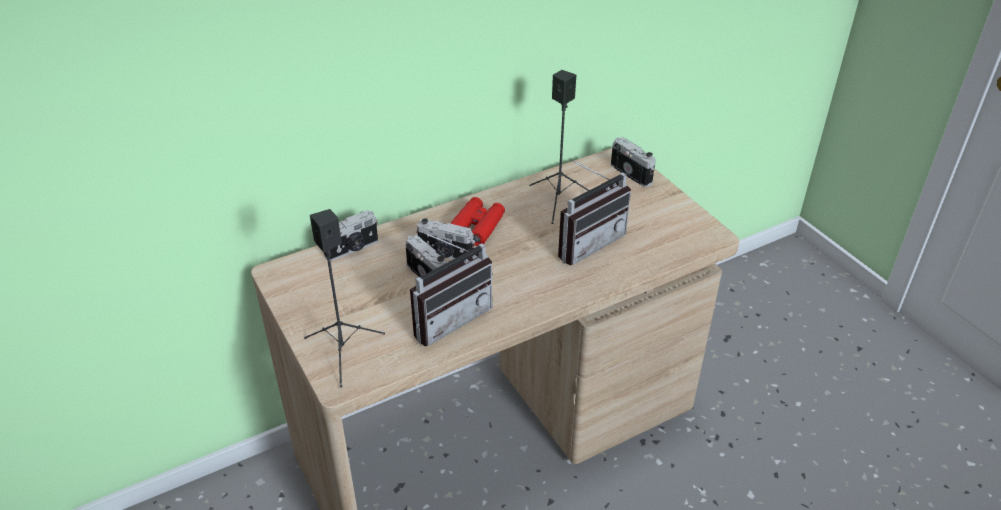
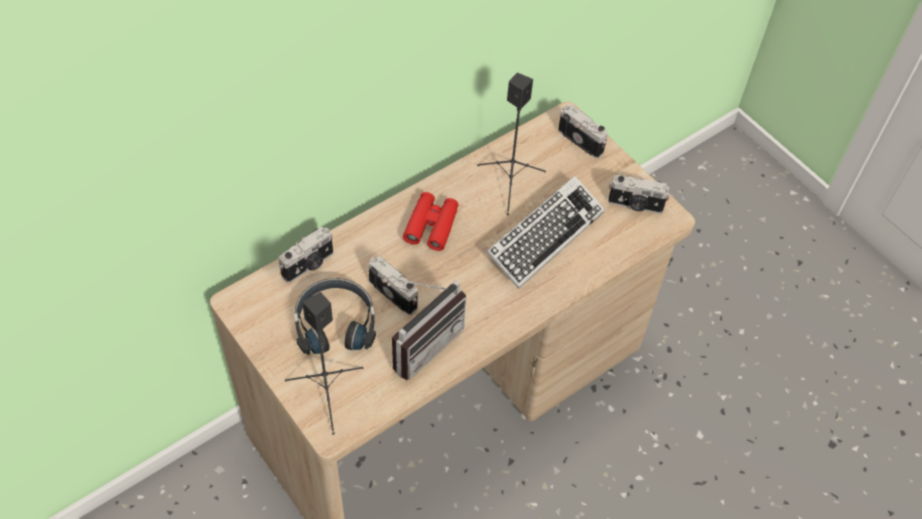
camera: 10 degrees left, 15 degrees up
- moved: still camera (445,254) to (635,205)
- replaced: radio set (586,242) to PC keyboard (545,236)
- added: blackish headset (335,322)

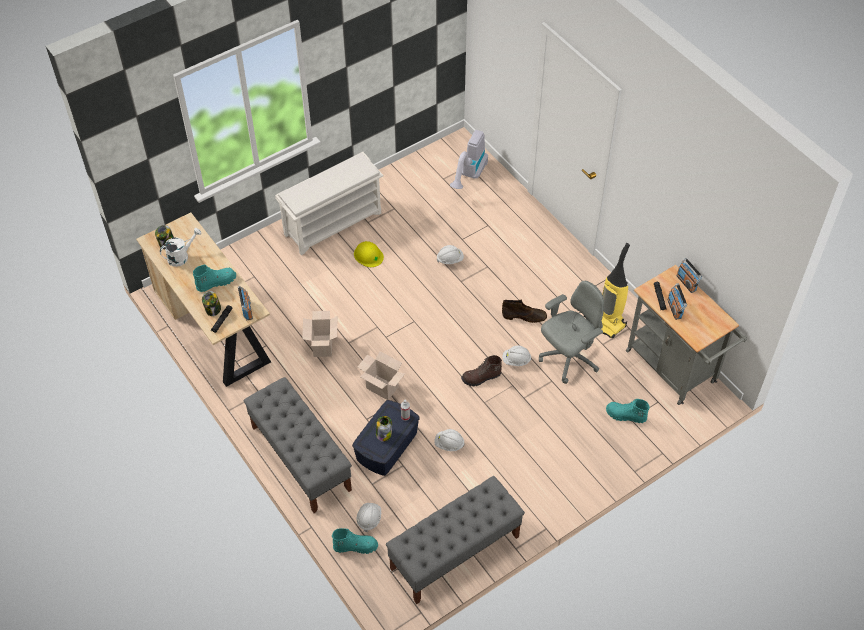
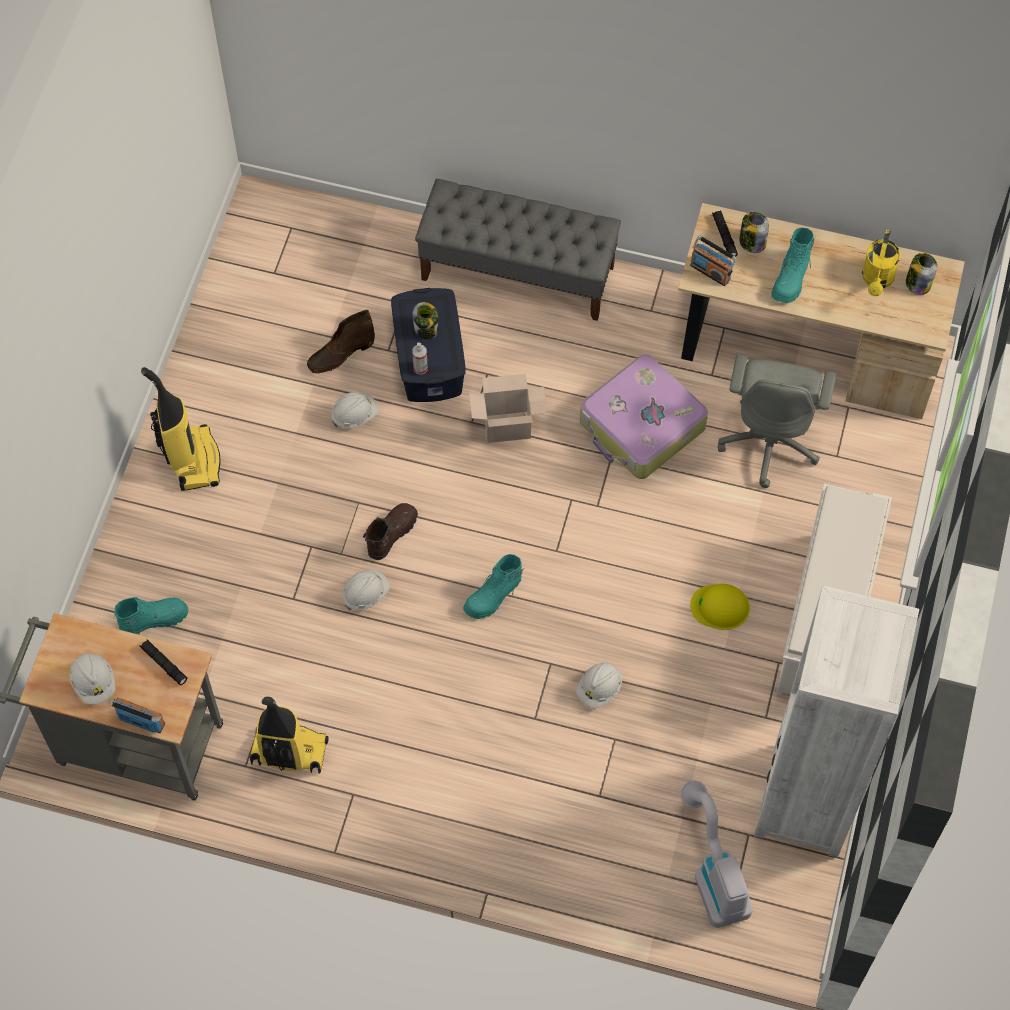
camera: 140 degrees right, 10 degrees up
- recoloured: whitish watering pot (181,256) to yellow-coloured watering pot (877,280)
- replaced: carton (322,345) to suitcase (641,426)
- moved: blue-green high-top boot (355,546) to (494,596)
- moved: whitish safety helmet (369,519) to (94,683)
- removed: greyish long seat (454,553)
- moved: brownish high-top boot (524,316) to (340,354)
- moved: greyish desk chair (568,358) to (770,441)
- removed: radio set (674,309)
- added: vacuum (193,459)
- added: whitish shelving unit (806,800)

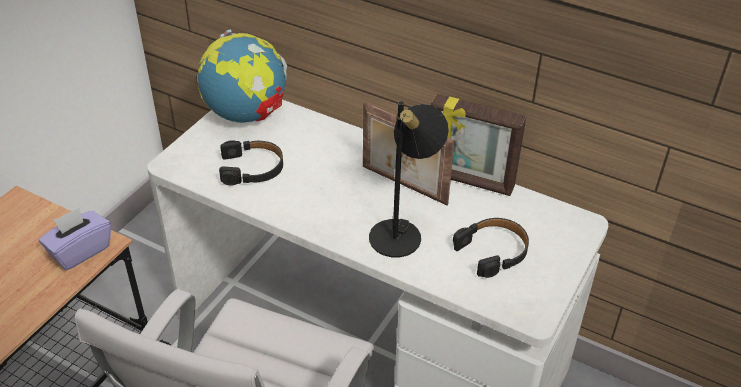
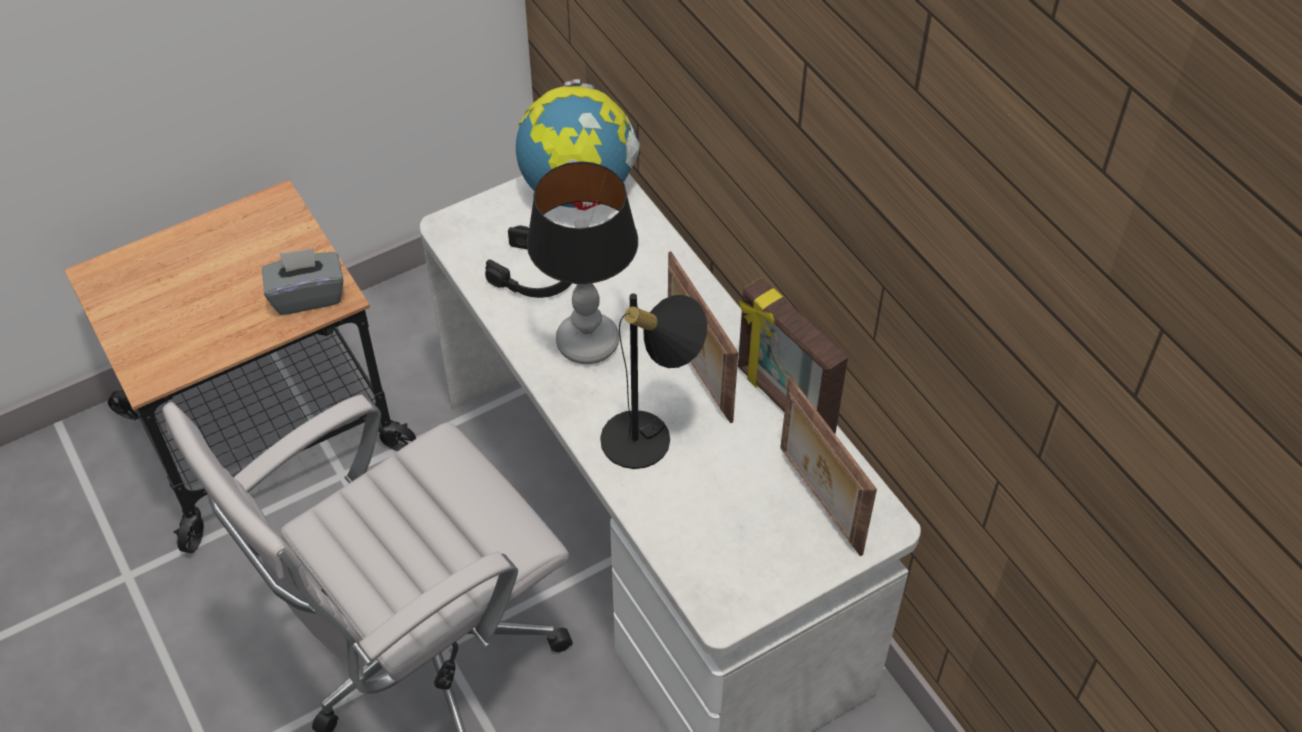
camera: 30 degrees right, 10 degrees up
- recoloured: purplish tissue box (80,251) to greyish tissue box (307,295)
- removed: blackish headset (493,251)
- added: lamp for a table (586,343)
- added: picture frame (818,501)

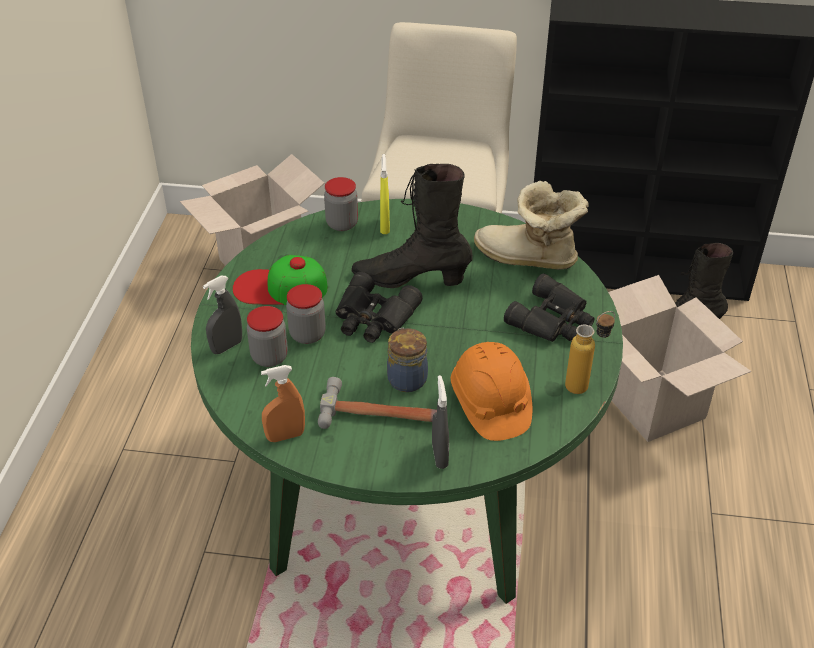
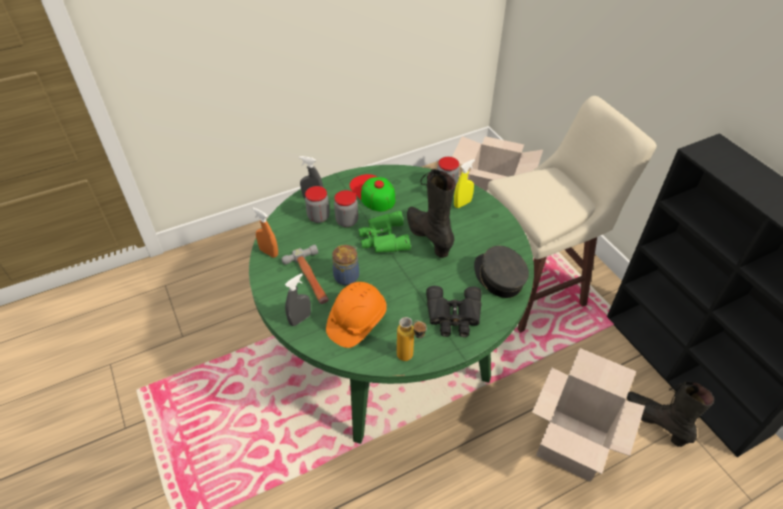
camera: 55 degrees right, 5 degrees up
- recoloured: blackish binoculars (373,318) to greenish binoculars (383,238)
- replaced: high-top boot (527,259) to greyish peaked cap (498,277)

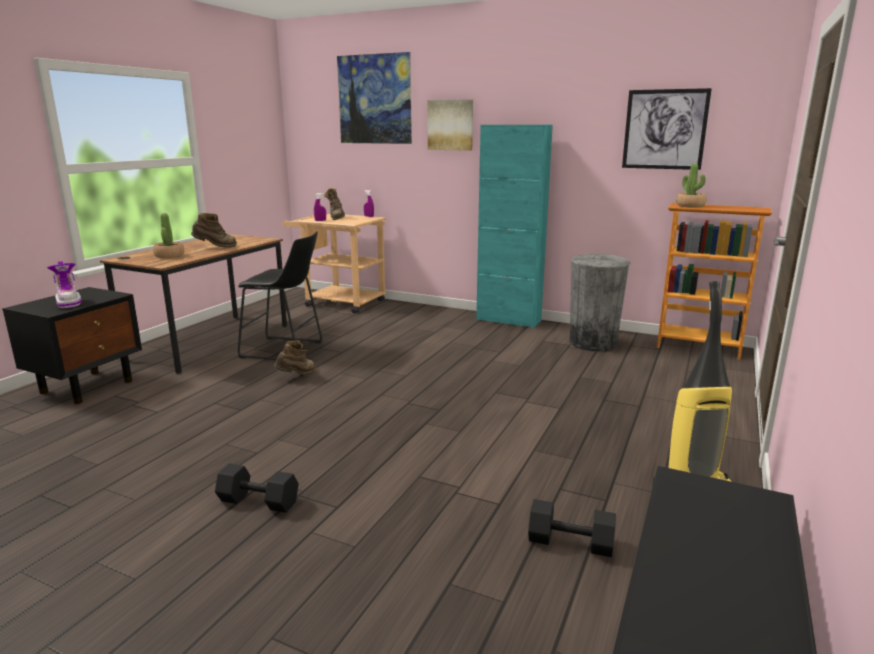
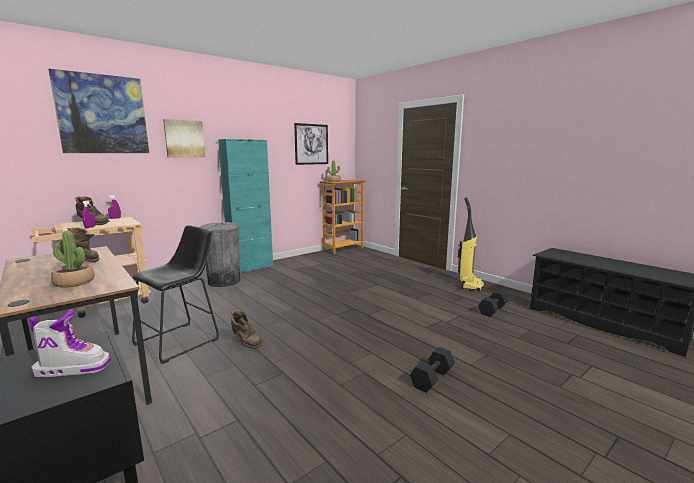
camera: 65 degrees left, 5 degrees down
- turned: brownish high-top boot (297,376) = (245,342) 150 degrees clockwise
- moved: greyish waste bin (593,343) to (224,281)

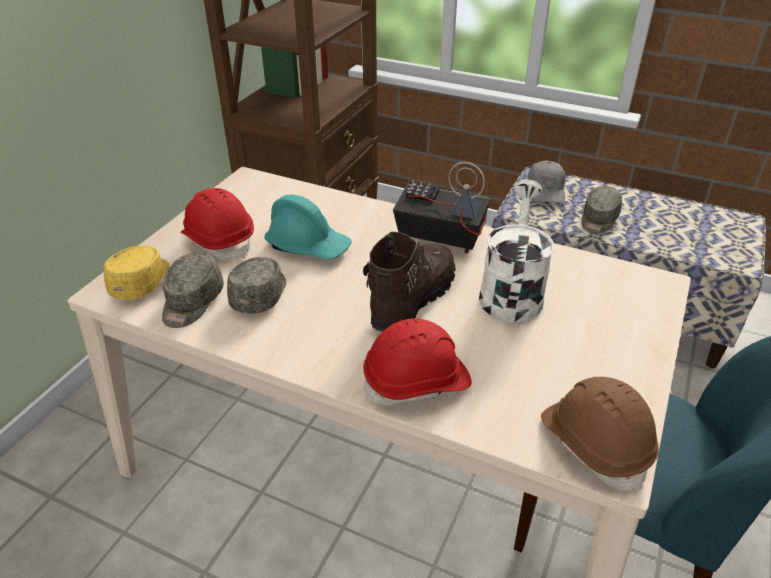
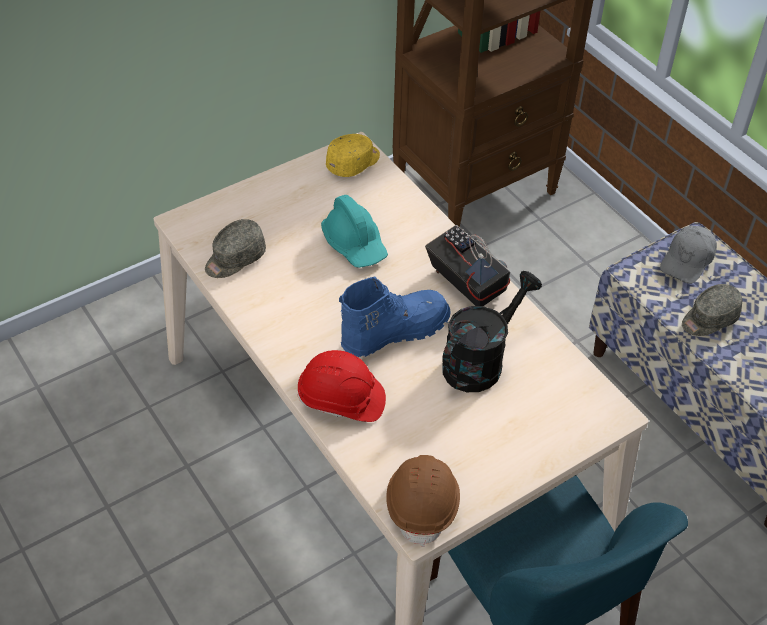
camera: 30 degrees right, 10 degrees up
- moved: yellow-coloured peaked cap (142,281) to (354,163)
- removed: red-coloured safety helmet (219,240)
- removed: greyish peaked cap (260,294)
- recoloured: brownish high-top boot (411,299) to blue-coloured high-top boot (394,331)
- recoloured: whitish watering pot (511,290) to blackish watering pot (480,361)

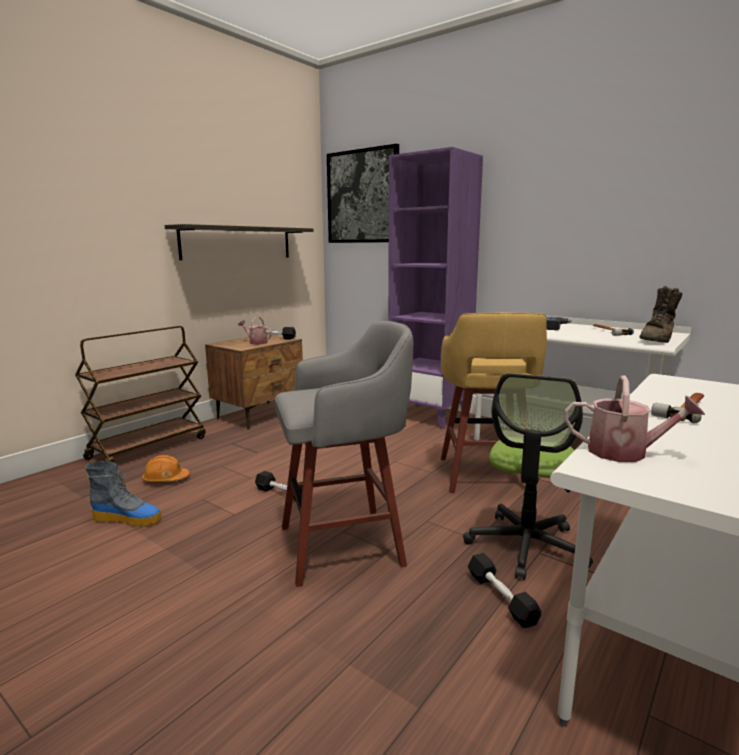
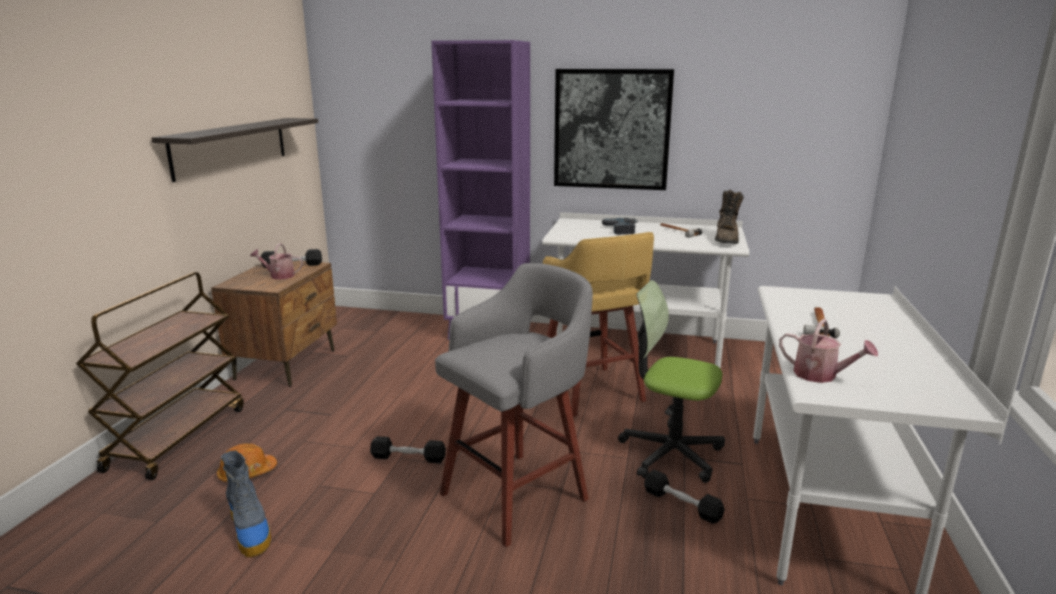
camera: 25 degrees left, 5 degrees up
- turned: high-top boot (128,519) = (250,531) 75 degrees clockwise
- moved: wall art (362,197) to (611,129)
- turned: desk chair (526,546) = (670,453) 120 degrees clockwise
- turned: watering pot (625,452) = (821,375) 45 degrees clockwise

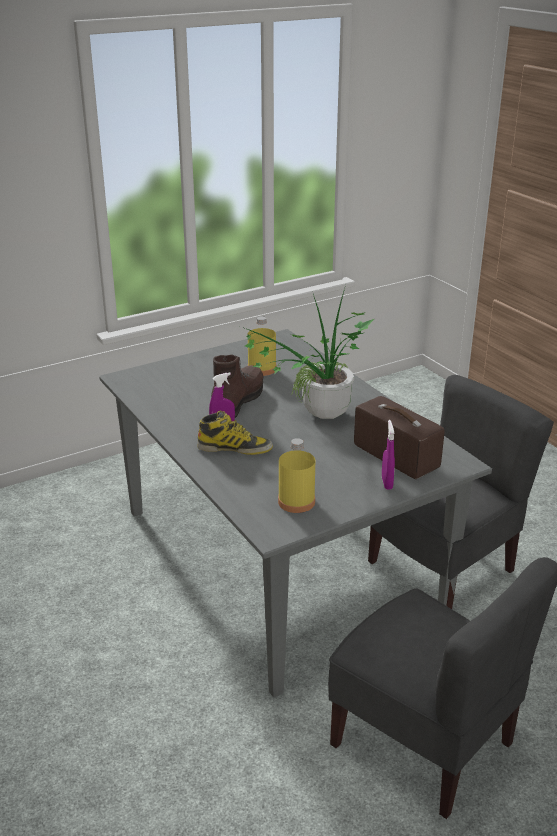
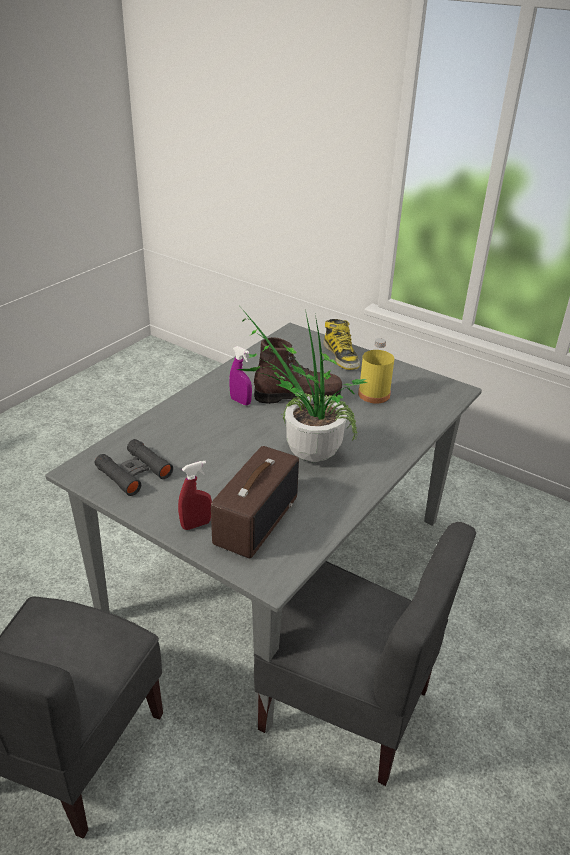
camera: 65 degrees right, 5 degrees up
- moved: high-top boot (235,448) to (341,356)
- replaced: yellow-coloured bottle (296,502) to blackish binoculars (134,472)
- recoloured: purplish hand sprayer (387,483) to red-coloured hand sprayer (196,524)

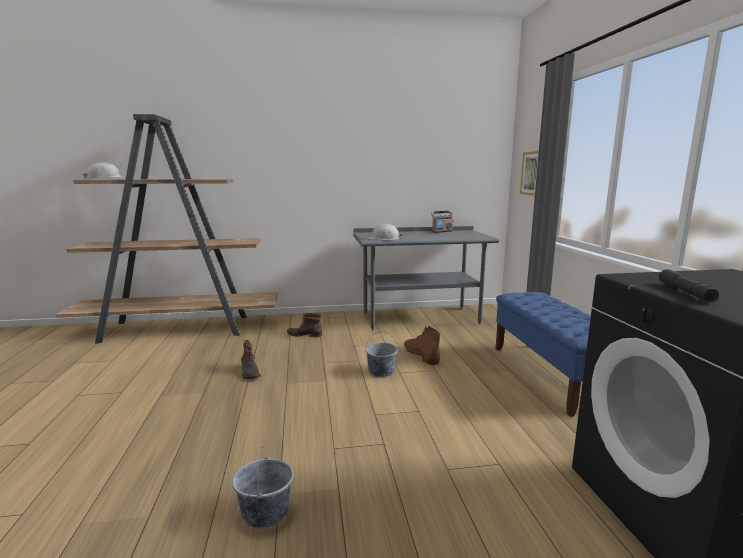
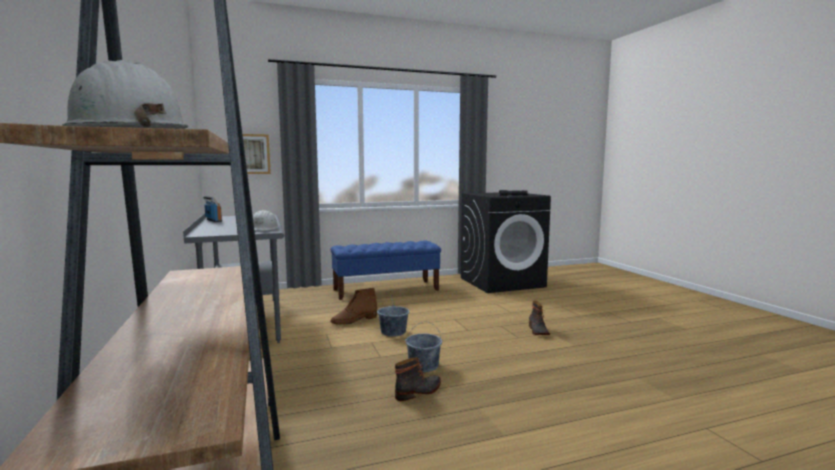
camera: 100 degrees left, 5 degrees down
- moved: greyish bucket (265,512) to (424,366)
- moved: high-top boot (304,334) to (537,331)

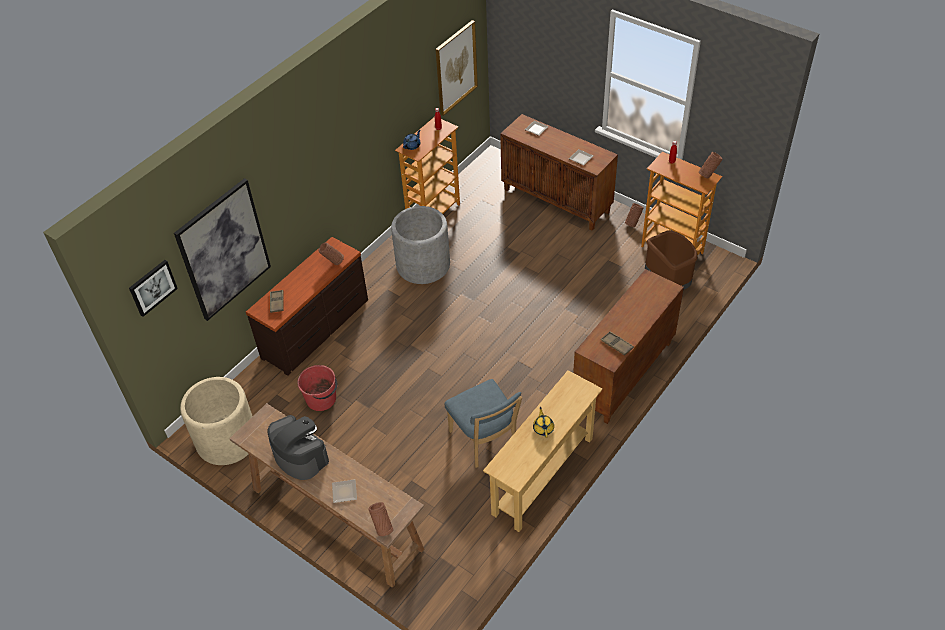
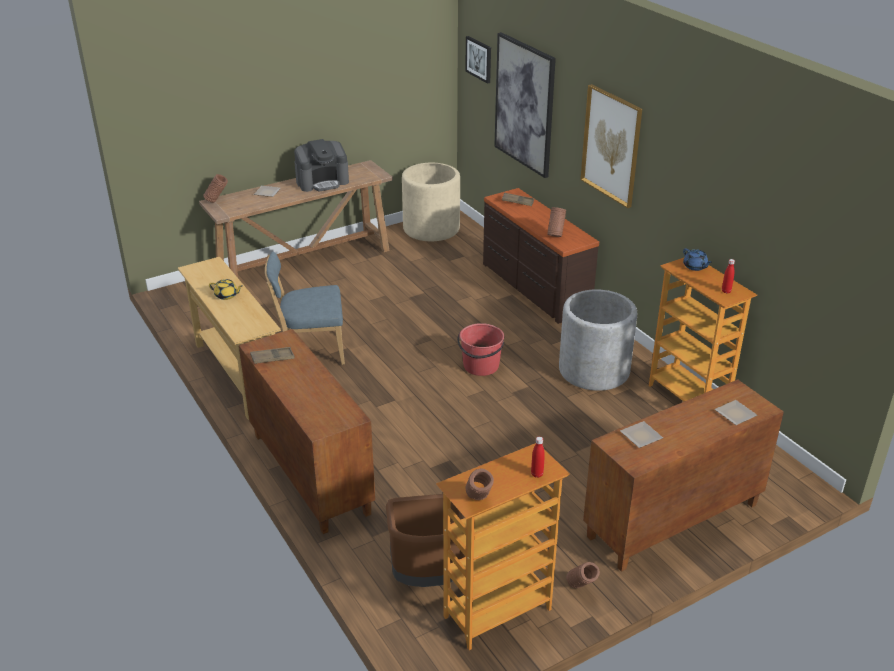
camera: 110 degrees right, 15 degrees down
- moved: red-coloured bucket (321,399) to (481,366)
- moved: wall art (456,68) to (611,145)

